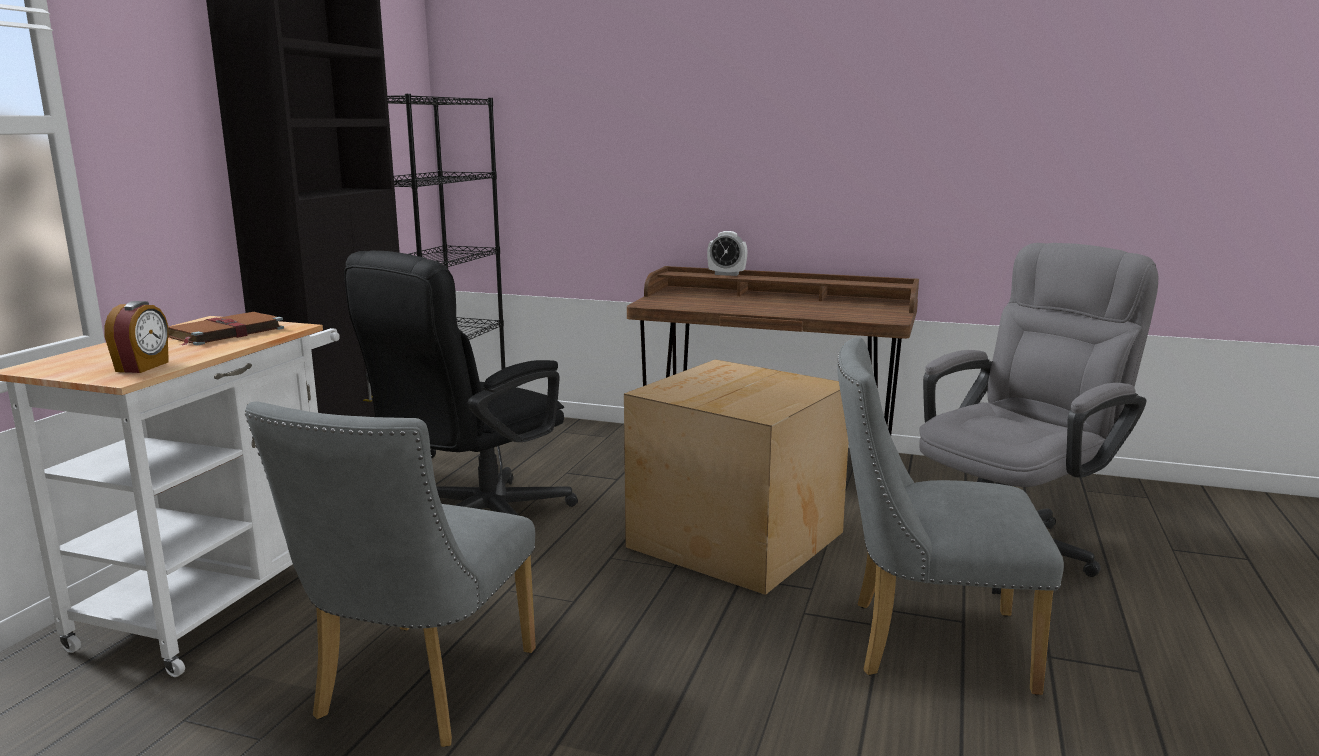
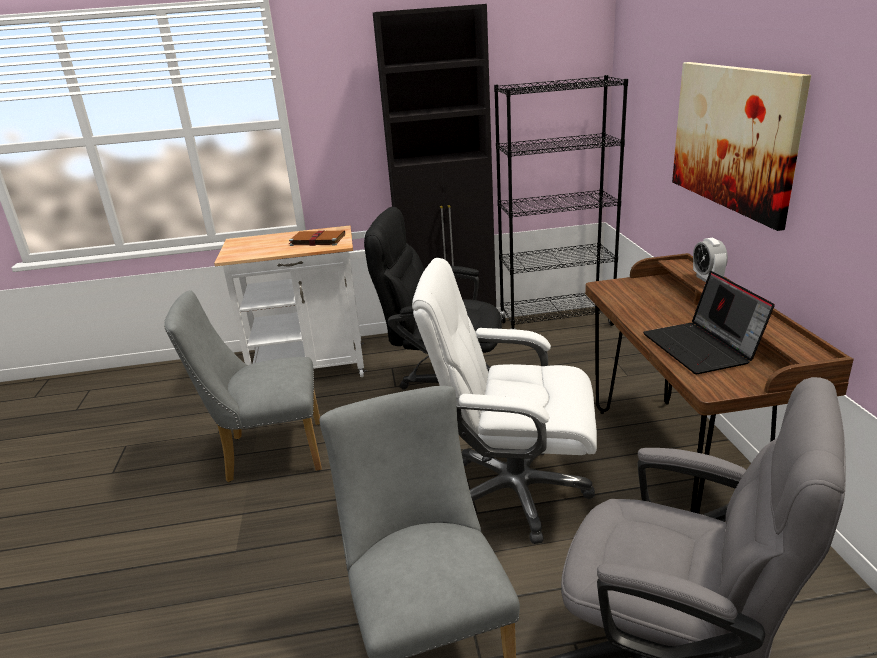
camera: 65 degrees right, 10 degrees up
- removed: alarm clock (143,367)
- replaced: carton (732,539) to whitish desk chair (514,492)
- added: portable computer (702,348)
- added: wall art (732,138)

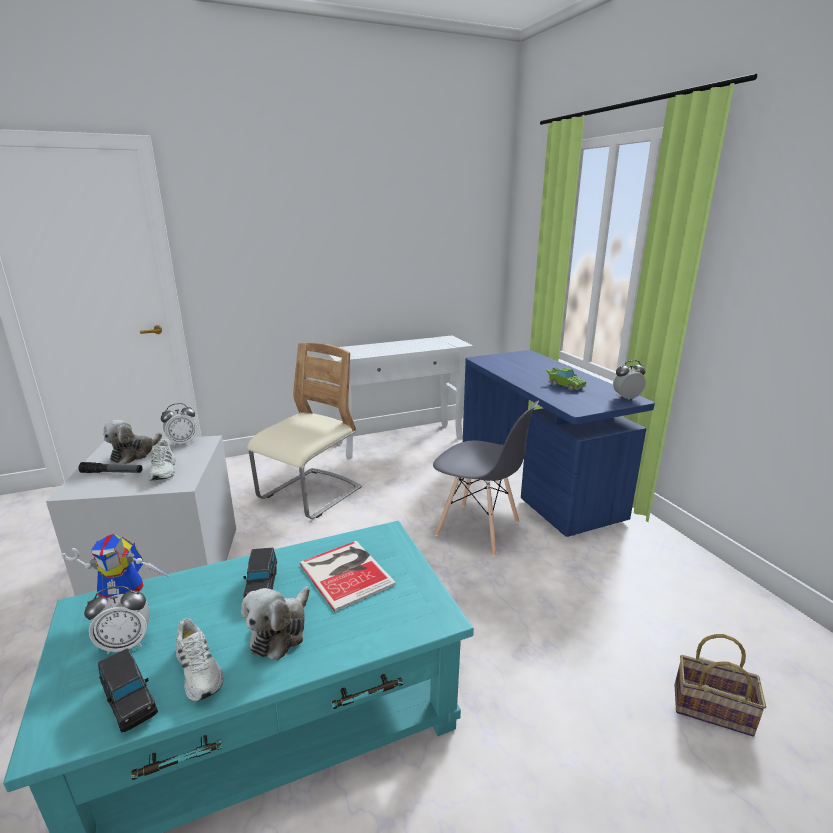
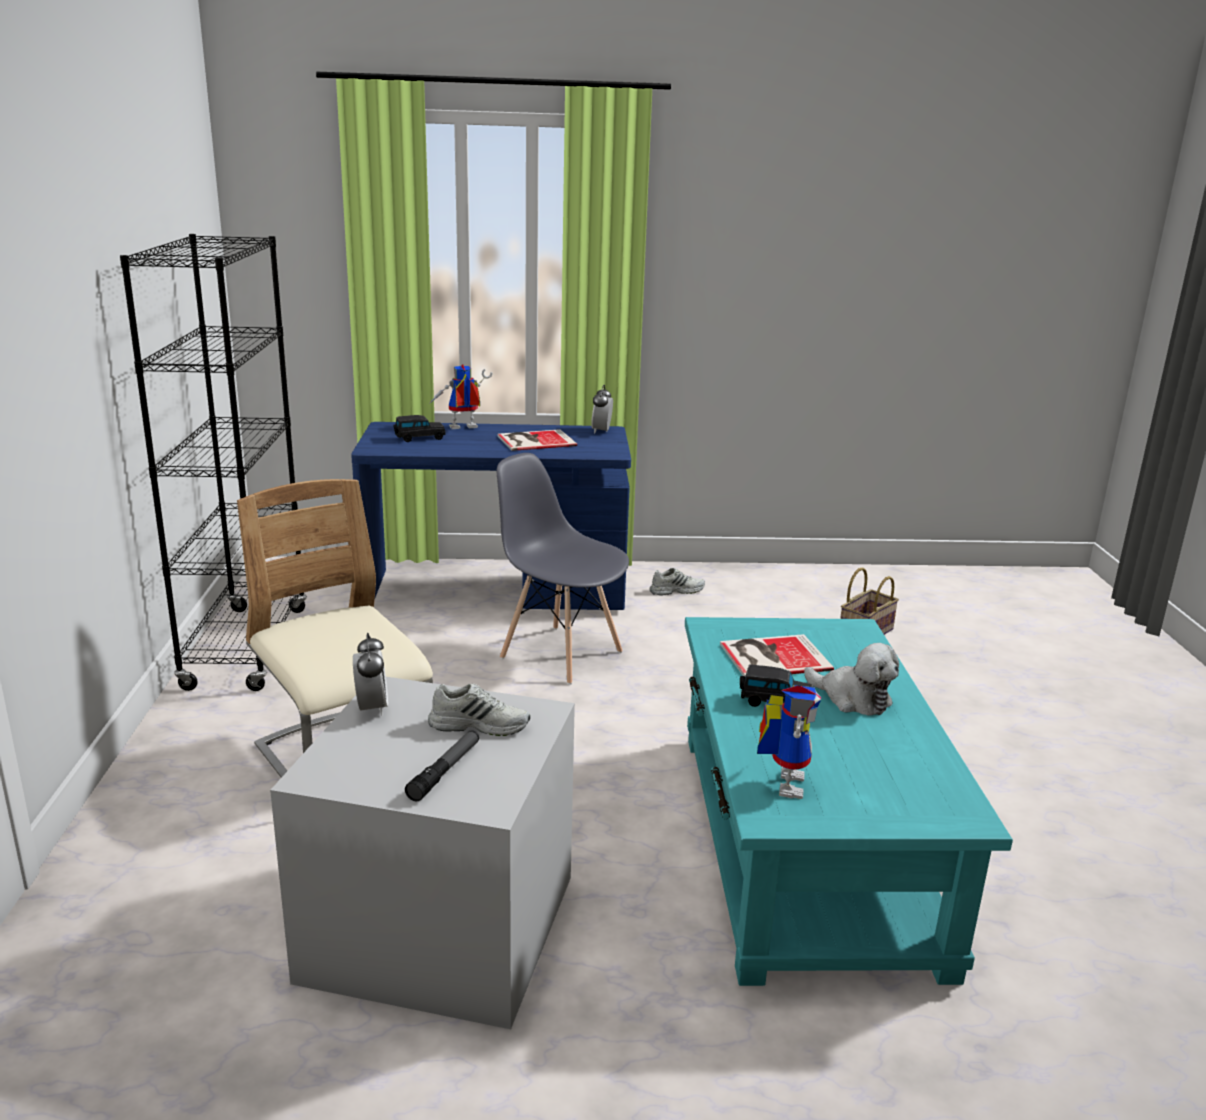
camera: 70 degrees left, 0 degrees up
- removed: alarm clock (126,644)
- moved: blackish miniature car (130,700) to (419,438)
- removed: plush toy (134,453)
- moved: whitish shoe (200,670) to (676,590)
- replaced: whitish hall table (401,440) to blackish shelving unit (247,648)
- turned: greyish plain chair (478,529) = (560,654) 105 degrees counterclockwise
- replaced: greenish miniature car (564,385) to book (534,440)
- added: robot figure (461,428)

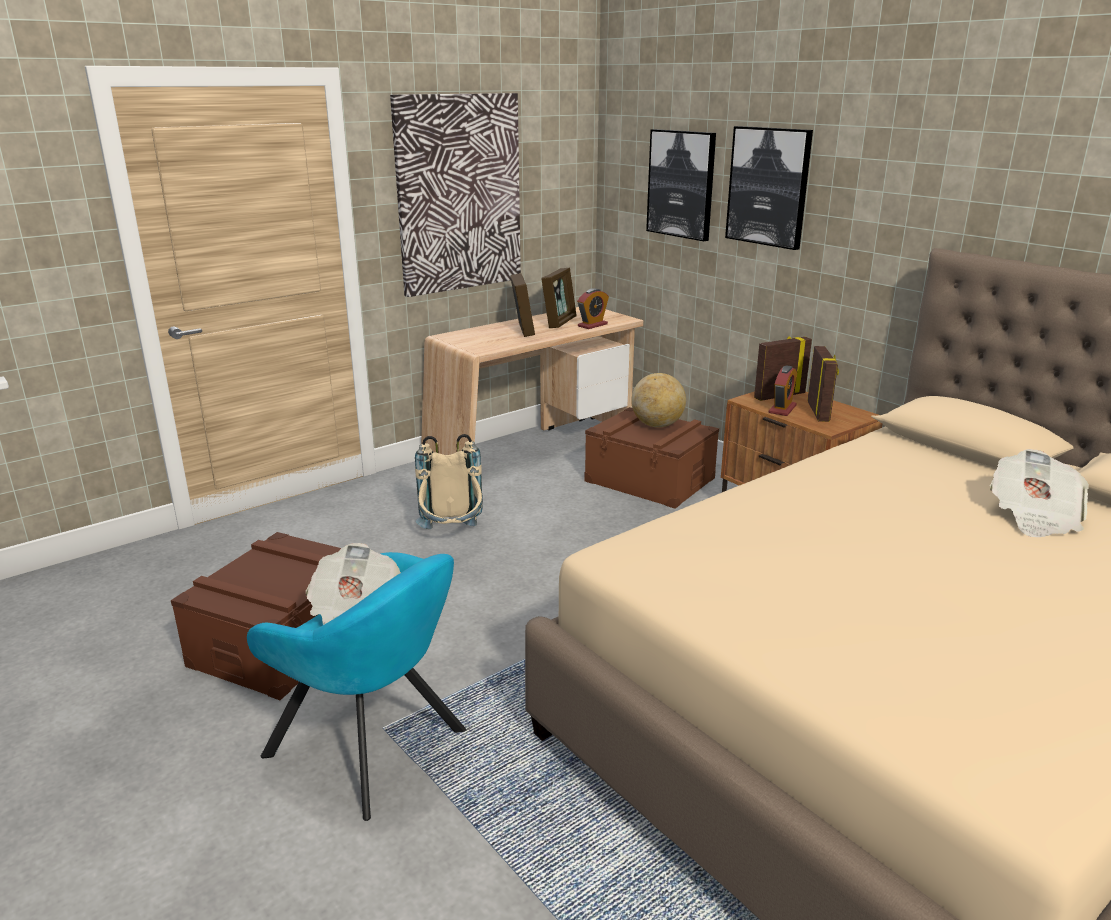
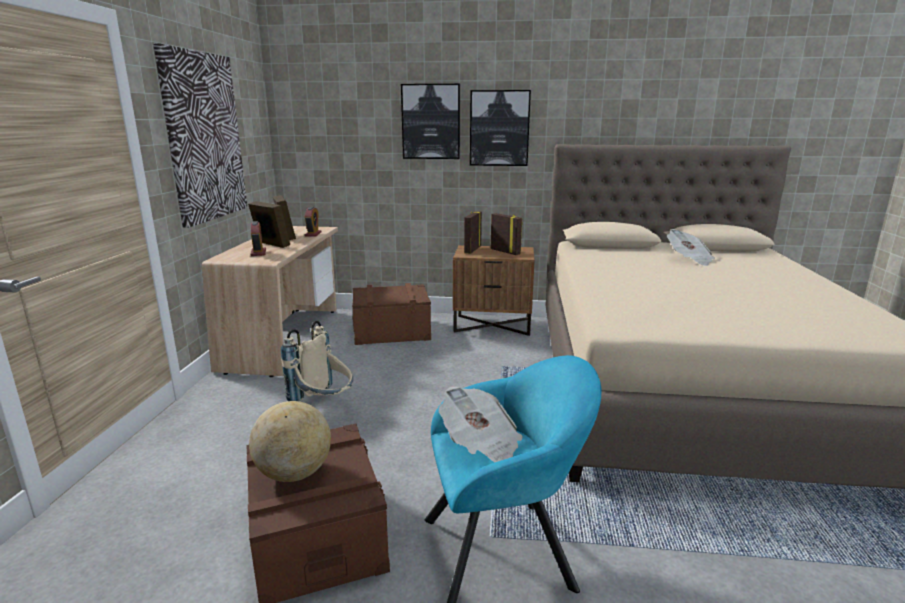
camera: 45 degrees left, 5 degrees down
- moved: desk globe (657,425) to (294,473)
- moved: wall art (681,184) to (499,128)
- moved: alarm clock (782,409) to (258,253)

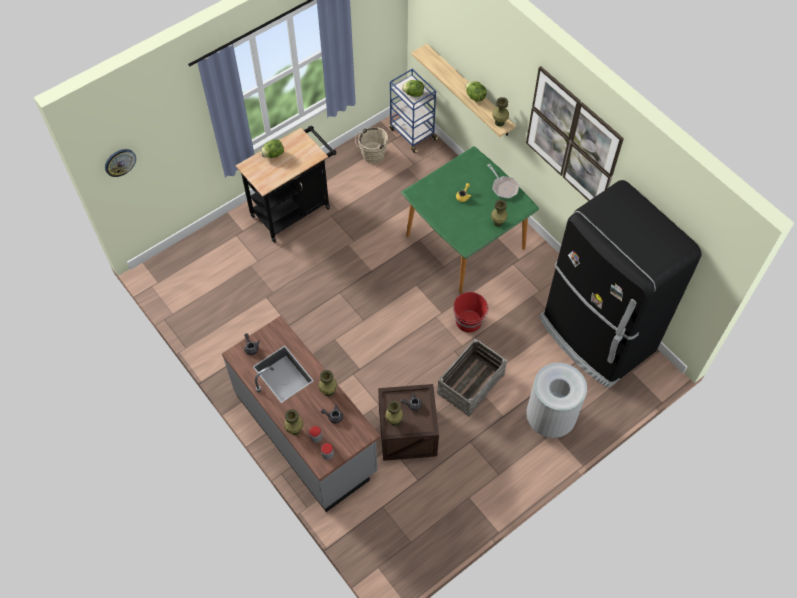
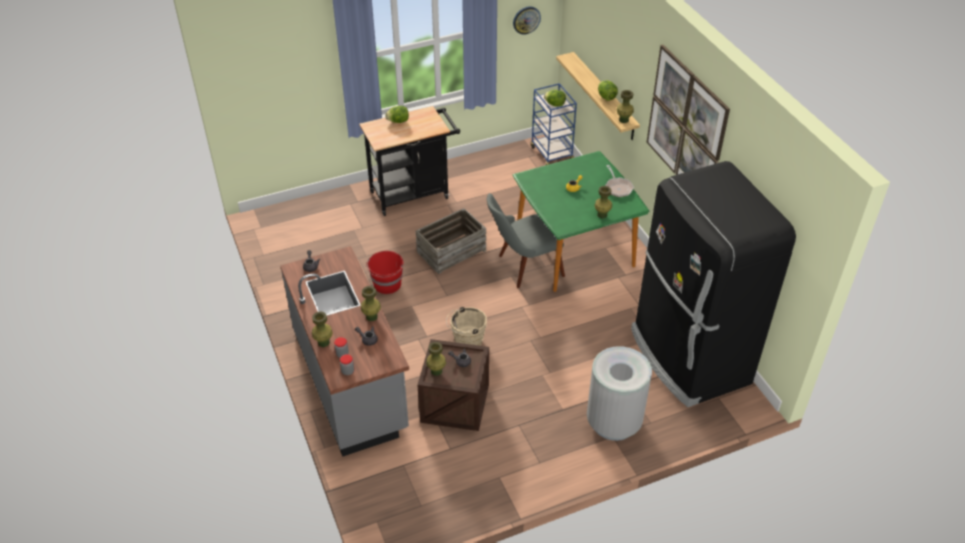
camera: 15 degrees right, 15 degrees down
- moved: hanging clock (120,162) to (526,20)
- moved: sand-coloured bucket (371,155) to (466,341)
- moved: shipping crate (470,383) to (451,251)
- moved: red-coloured bucket (469,321) to (387,285)
- added: greyish plain chair (523,267)

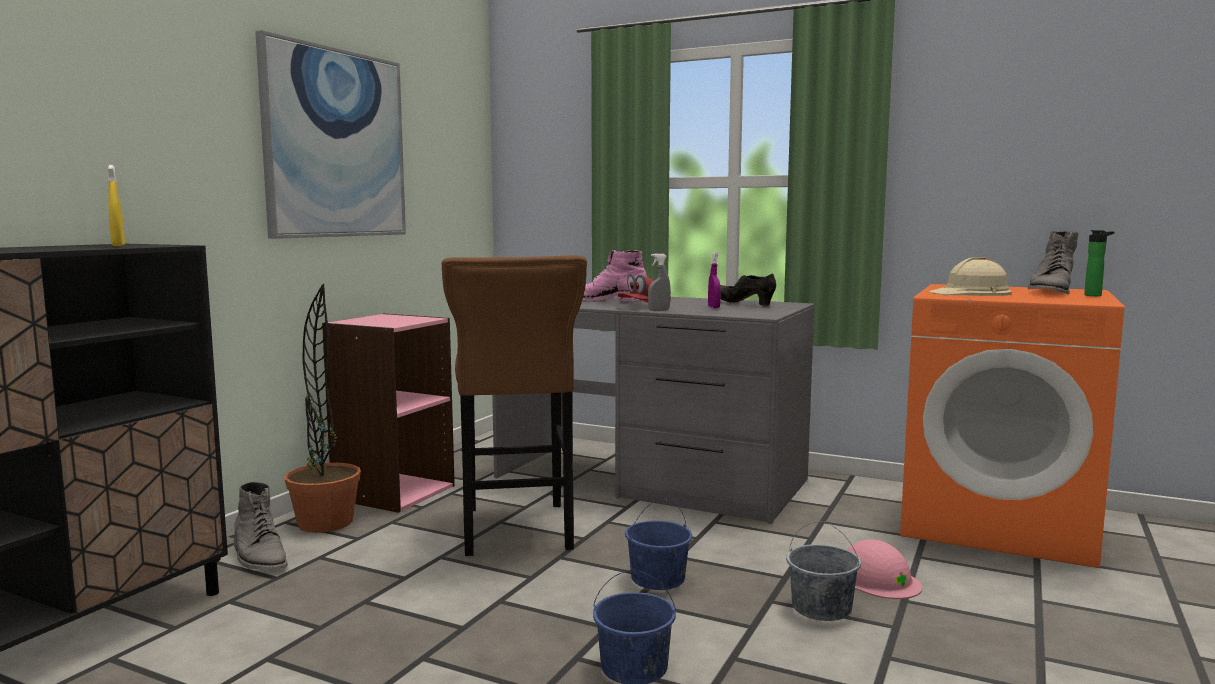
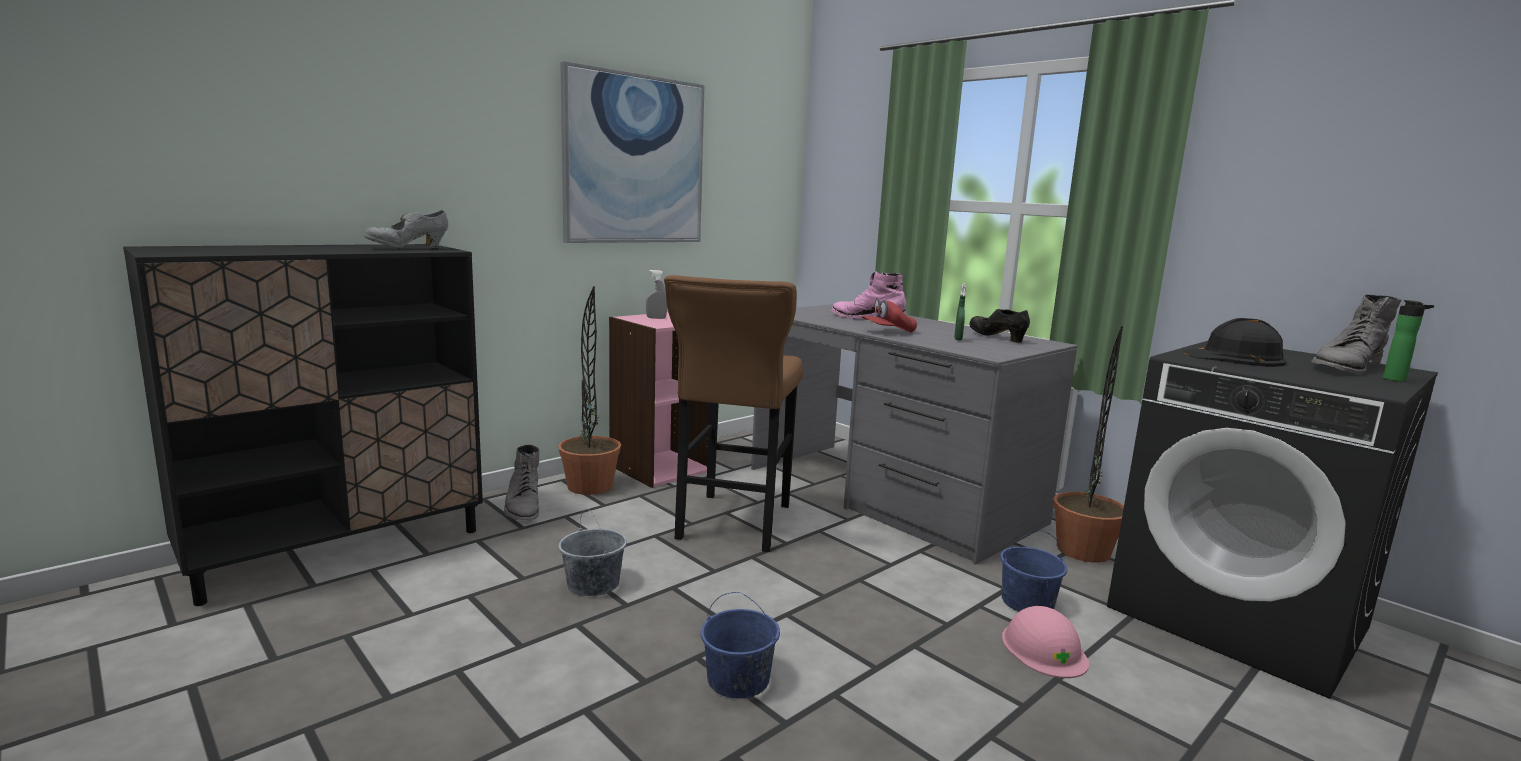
camera: 20 degrees right, 5 degrees up
- replaced: yellow-coloured hand sprayer (118,245) to greyish shoe (408,248)
- moved: blue-coloured bucket (658,579) to (1028,602)
- moved: greyish hand sprayer (659,310) to (656,318)
- recoloured: purplish hand sprayer (714,307) to greenish hand sprayer (958,339)
- moved: greyish bucket (822,608) to (593,584)
- recoloured: orange-coloured washing machine (999,523) to blackish washing machine (1239,617)
- recoloured: sand-coloured safety helmet (971,293) to blackish safety helmet (1235,358)
- added: houseplant (1083,551)

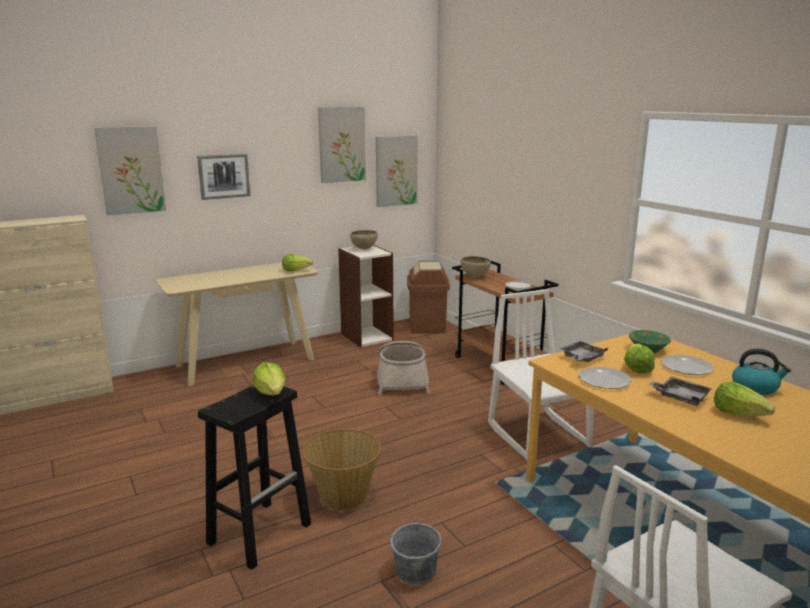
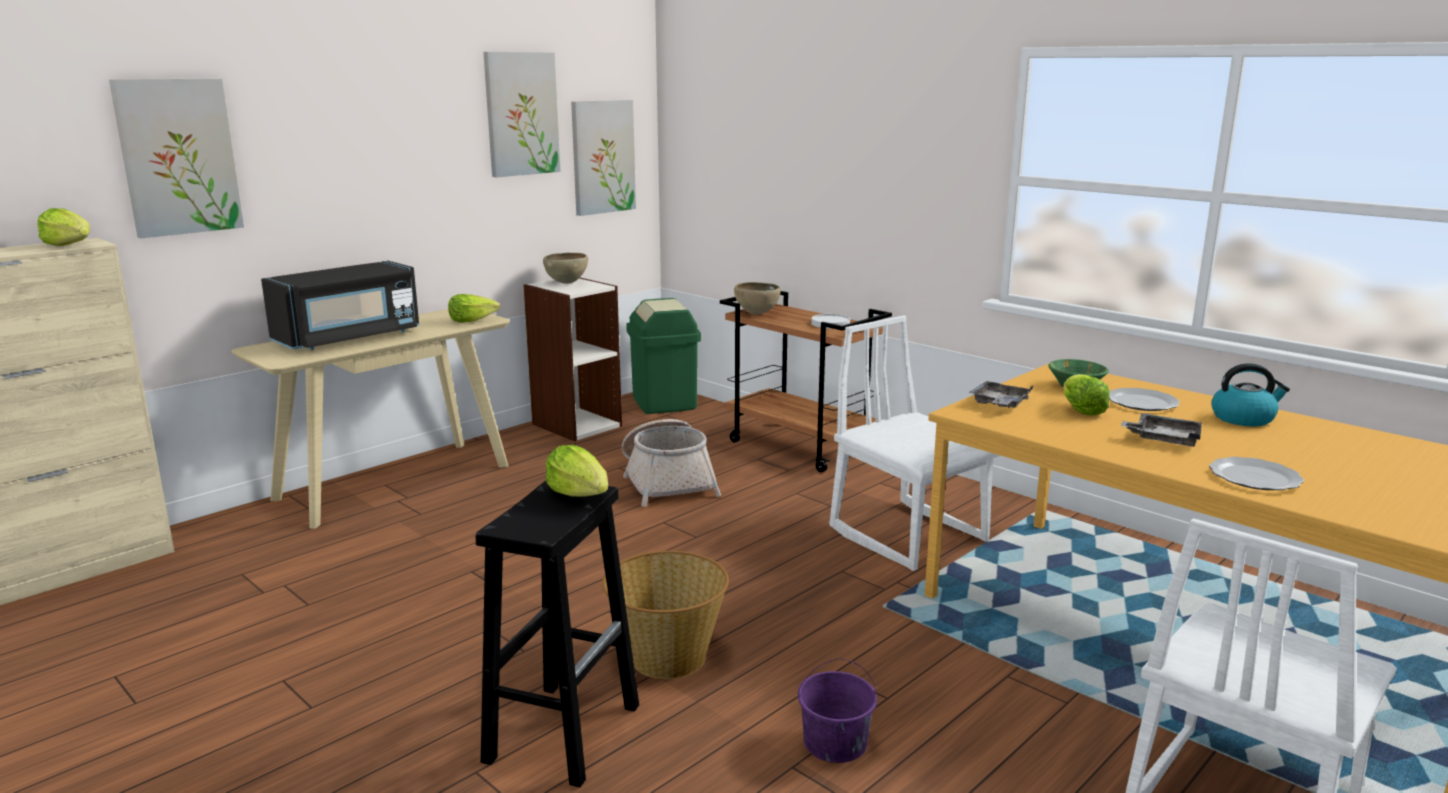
camera: 15 degrees left, 0 degrees up
- removed: wall art (224,176)
- recoloured: greyish bucket (416,570) to purplish bucket (835,743)
- recoloured: brownish waste bin (427,327) to greenish waste bin (665,403)
- moved: dinner plate (603,380) to (1254,478)
- moved: lettuce (739,414) to (70,245)
- added: blackish kitchen microwave (349,338)

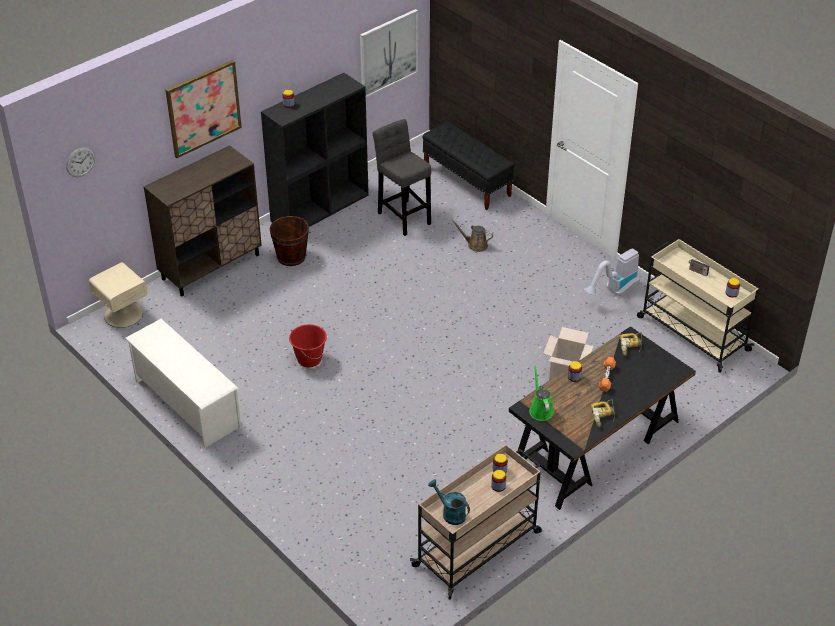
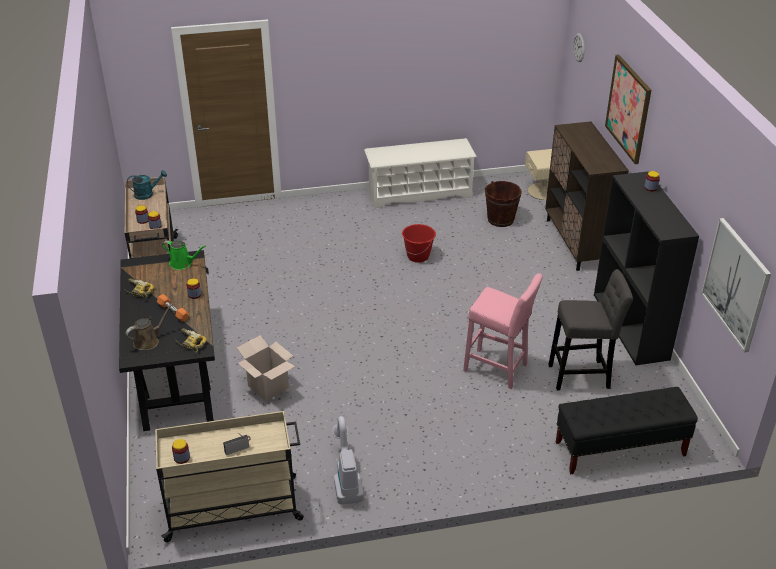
camera: 120 degrees right, 5 degrees down
- moved: brownish bucket (291,257) to (500,219)
- moved: brownish watering pot (475,245) to (148,341)
- added: pinkish stool (498,369)

